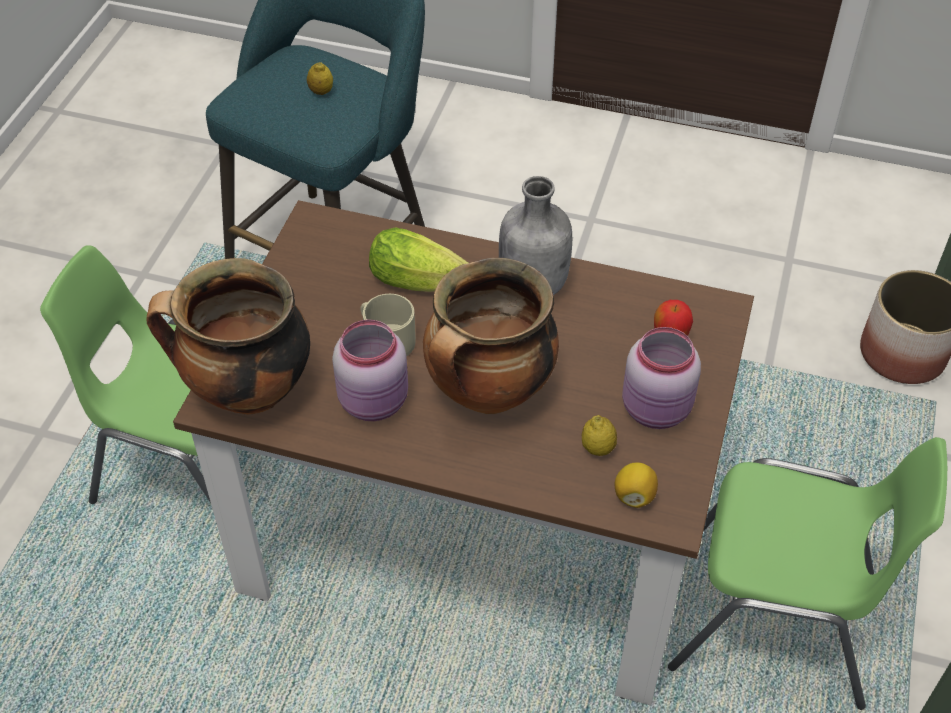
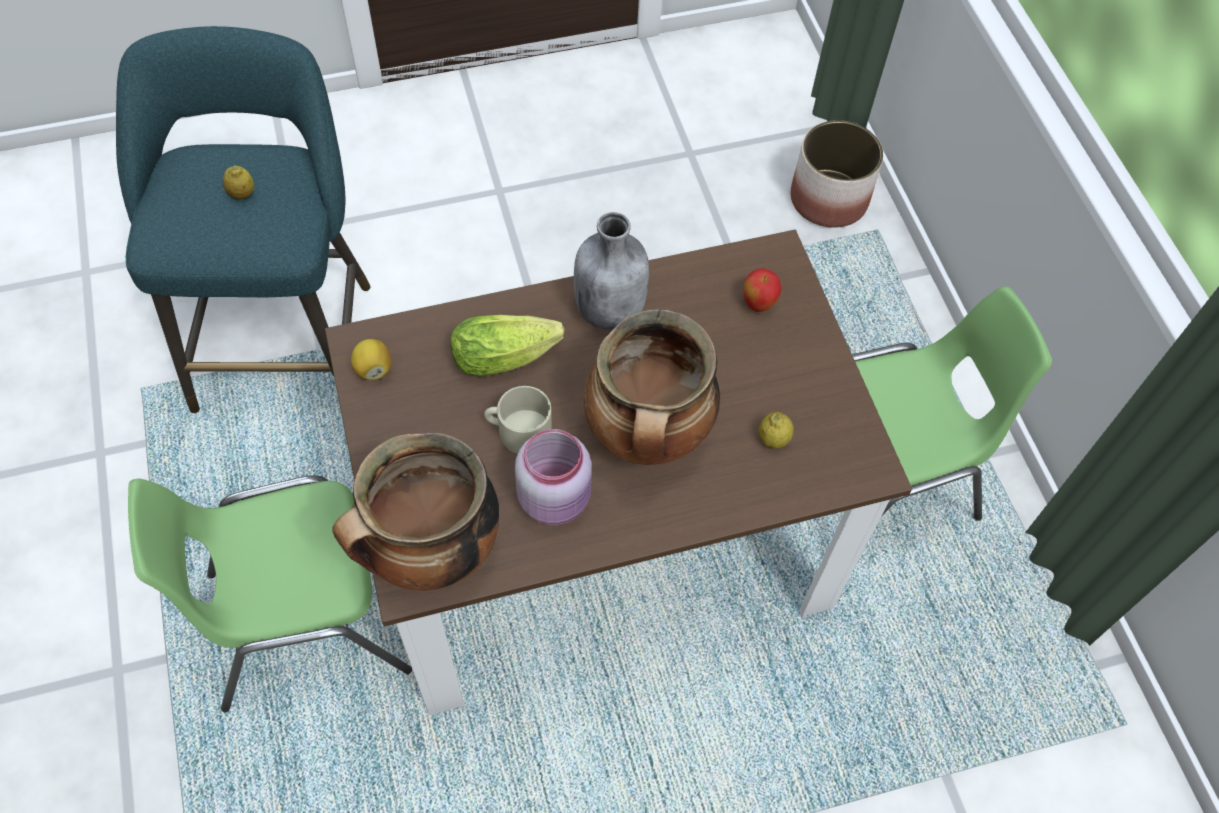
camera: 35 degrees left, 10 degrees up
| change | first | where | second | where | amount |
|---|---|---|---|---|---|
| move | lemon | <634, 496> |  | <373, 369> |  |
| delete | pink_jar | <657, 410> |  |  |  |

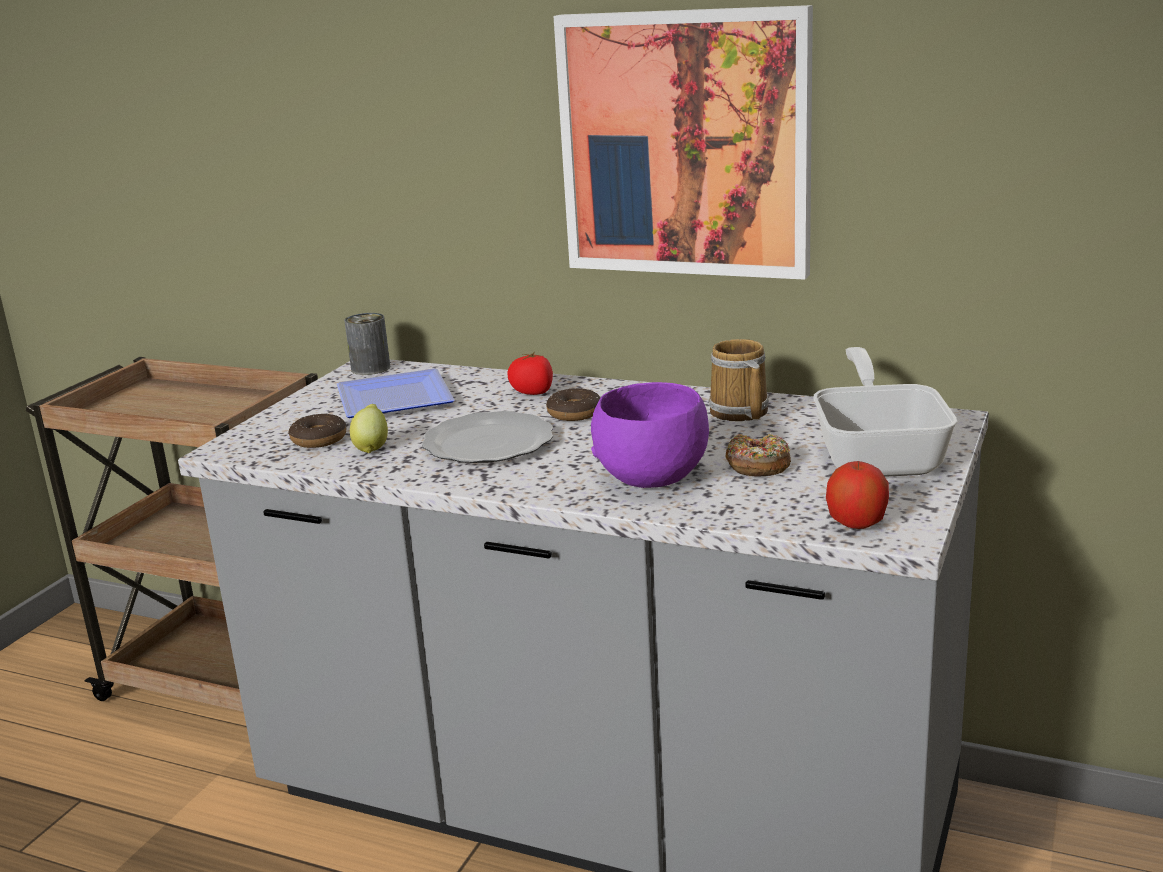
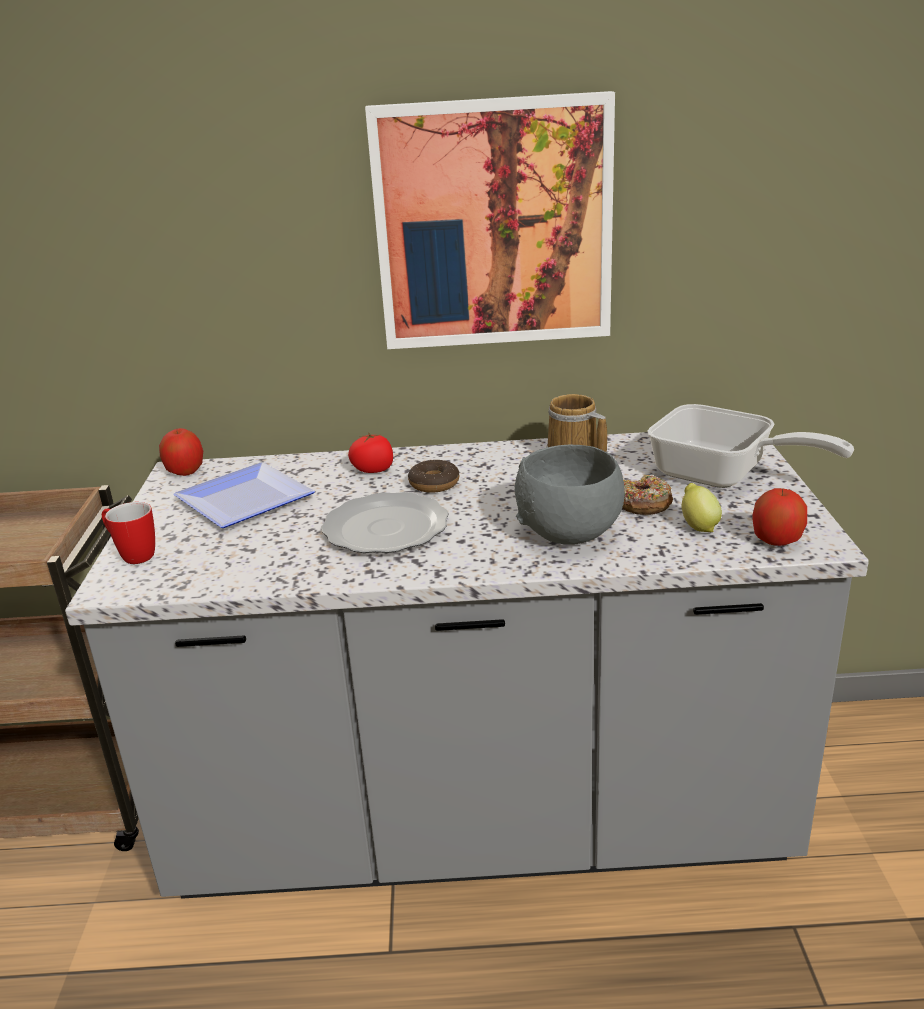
camera: 25 degrees left, 5 degrees up
| change | first | where | second | where | amount |
|---|---|---|---|---|---|
| delete | donut | <319, 439> |  |  |  |
| replace | can | <370, 368> | apple | <185, 472> |  |
| move | lemon | <372, 448> |  | <698, 526> |  |
| recolor | purple_bowl | <652, 478> | grey_bowl | <570, 533> |  |
| rotate | frying_pan | <879, 454> |  | <723, 476> | 150 degrees clockwise |
| insert |  |  | mug | <132, 555> |  |

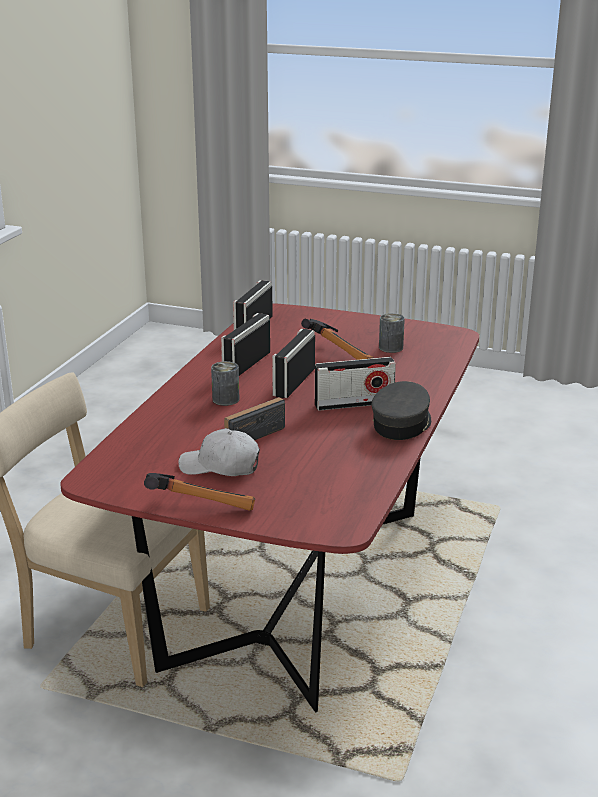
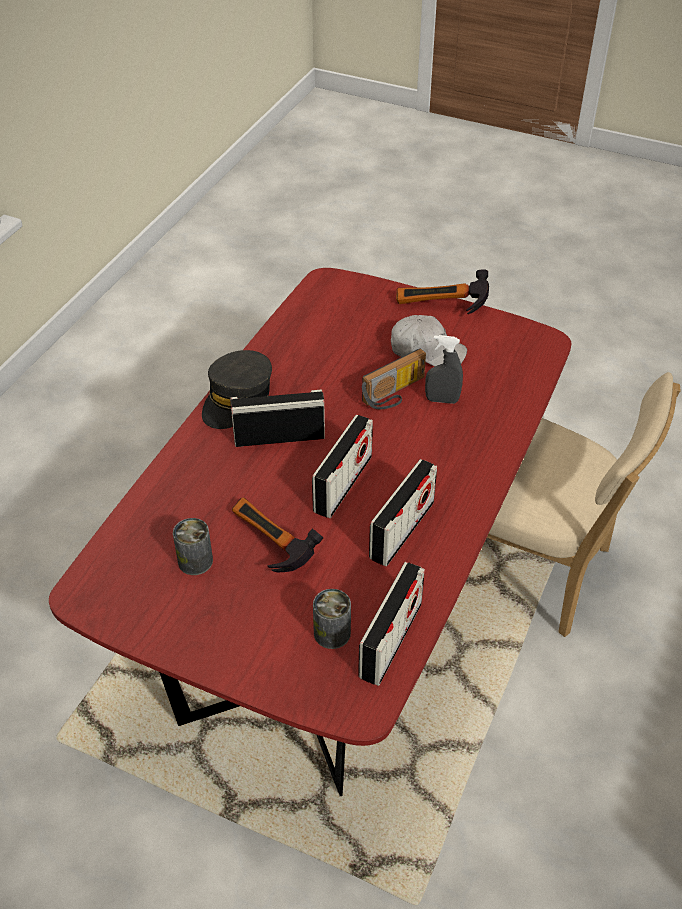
camera: 175 degrees left, 20 degrees up
| change | first | where | second | where | amount |
|---|---|---|---|---|---|
| move | can | <225, 399> |  | <332, 633> |  |
| insert |  |  | grey_spray_bottle | <442, 400> |  |

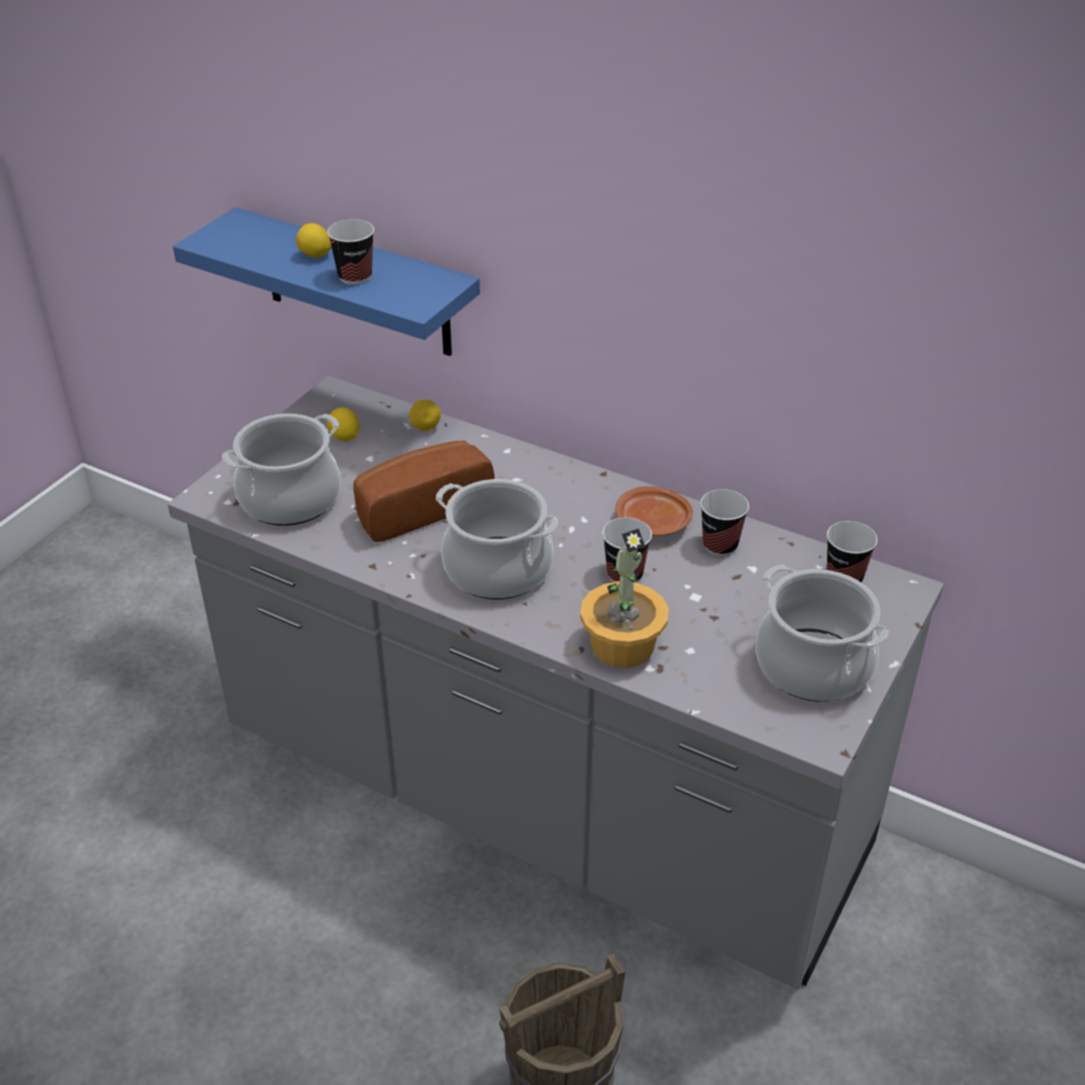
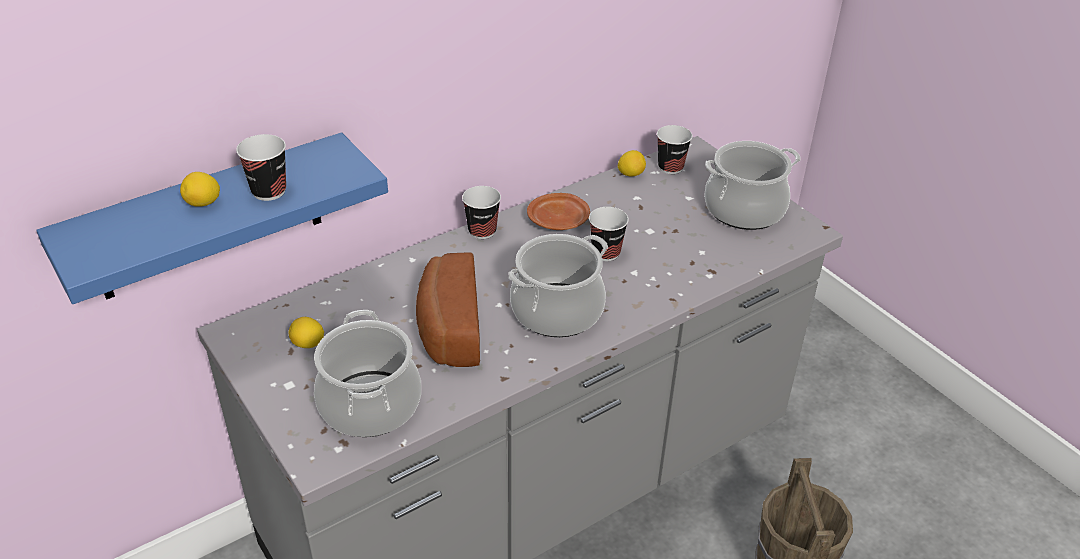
camera: 65 degrees left, 0 degrees up
| change | first | where | second | where | amount |
|---|---|---|---|---|---|
| move | lemon | <425, 427> |  | <631, 174> |  |
| delete | potted_plant | <622, 645> |  |  |  |
| move | cup | <720, 545> |  | <482, 231> |  |

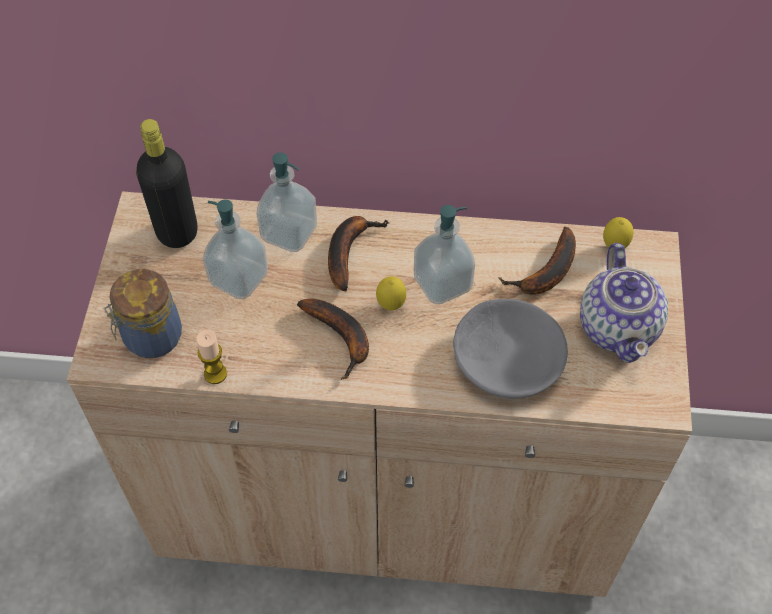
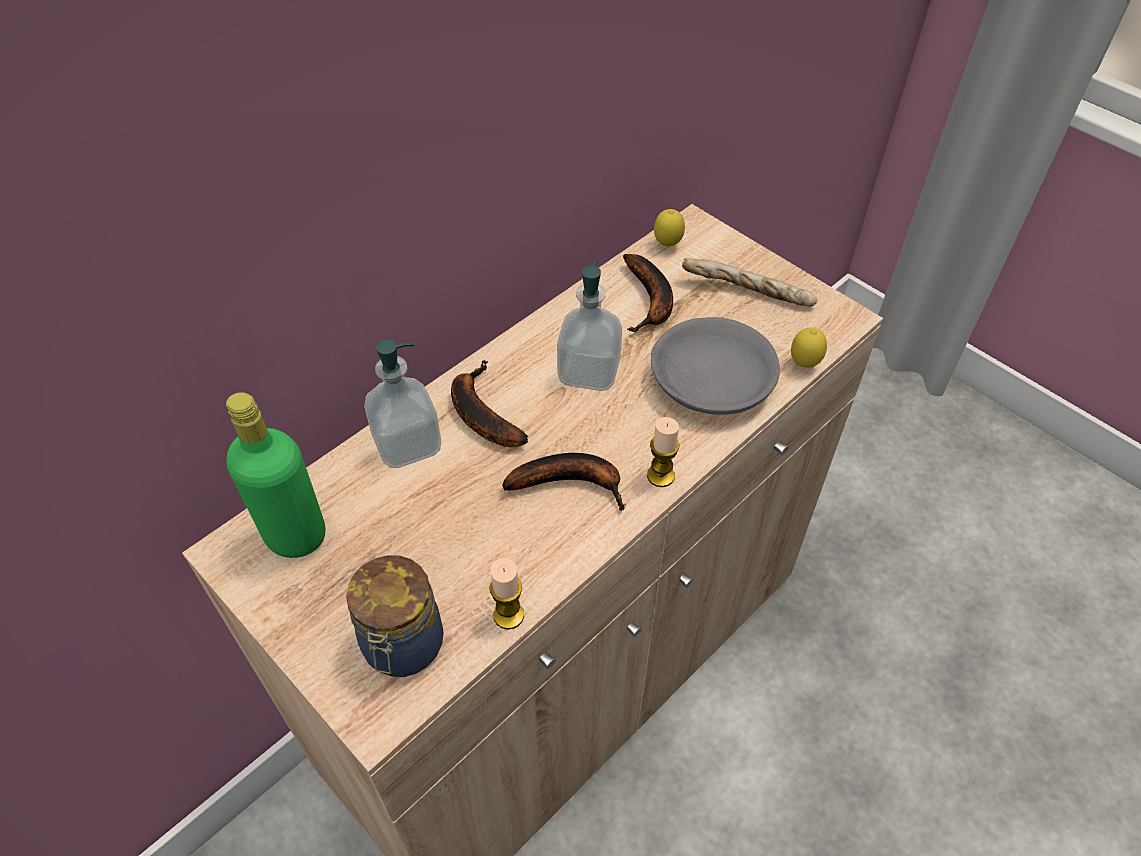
camera: 50 degrees left, 5 degrees down
| change | first | where | second | where | amount |
|---|---|---|---|---|---|
| recolor | black_bottle | <177, 232> | green_bottle | <296, 535> |  |
| delete | soap_dispenser | <239, 278> |  |  |  |
| move | lemon | <391, 305> |  | <804, 364> |  |
| replace | teapot | <618, 327> | bread | <747, 294> |  |
| insert |  |  | candle | <660, 476> |  |

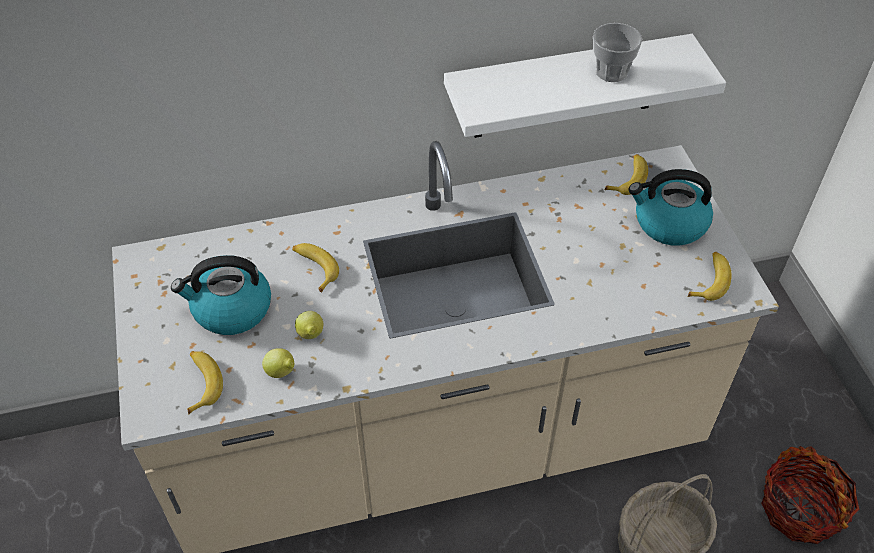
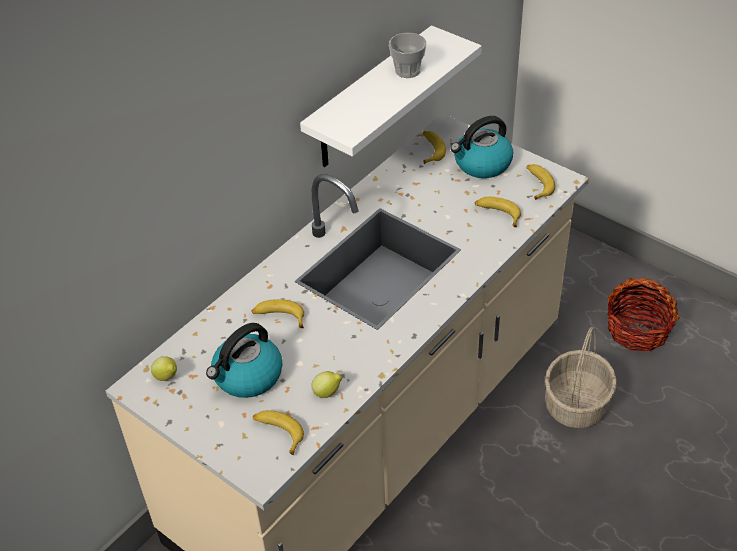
camera: 35 degrees left, 5 degrees down
| change | first | where | second | where | amount |
|---|---|---|---|---|---|
| move | lemon | <311, 335> |  | <167, 377> |  |
| insert |  |  | banana | <497, 214> |  |

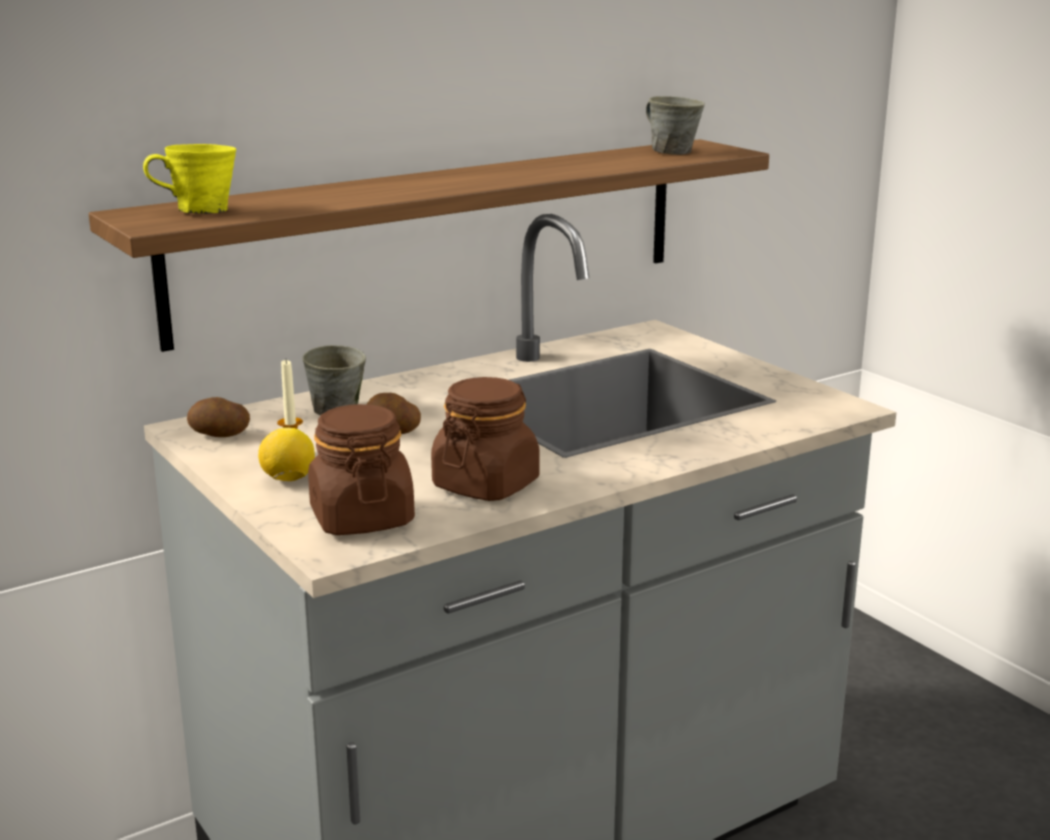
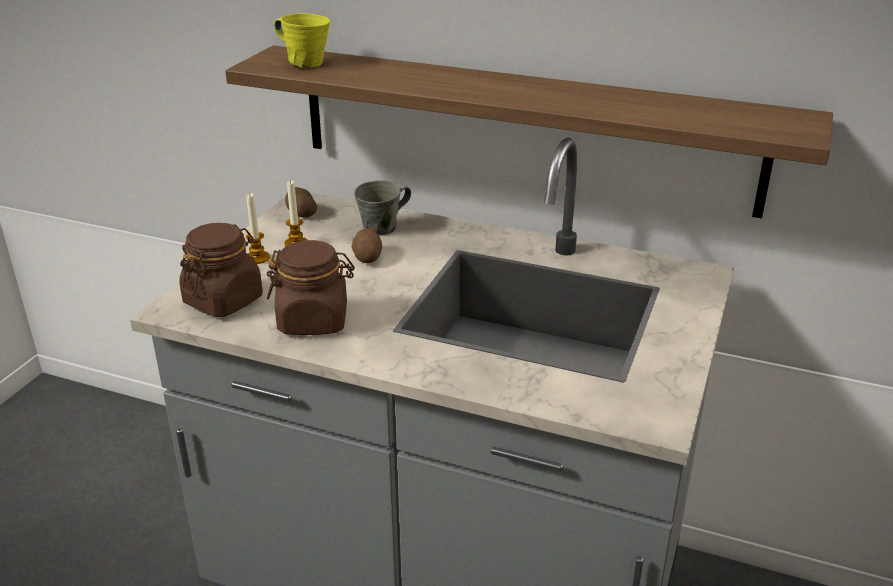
camera: 55 degrees right, 10 degrees up
| change | first | where | second | where | amount |
|---|---|---|---|---|---|
| replace | lemon | <288, 480> | candle | <257, 258> |  |
| delete | grey_mug | <670, 151> |  |  |  |

